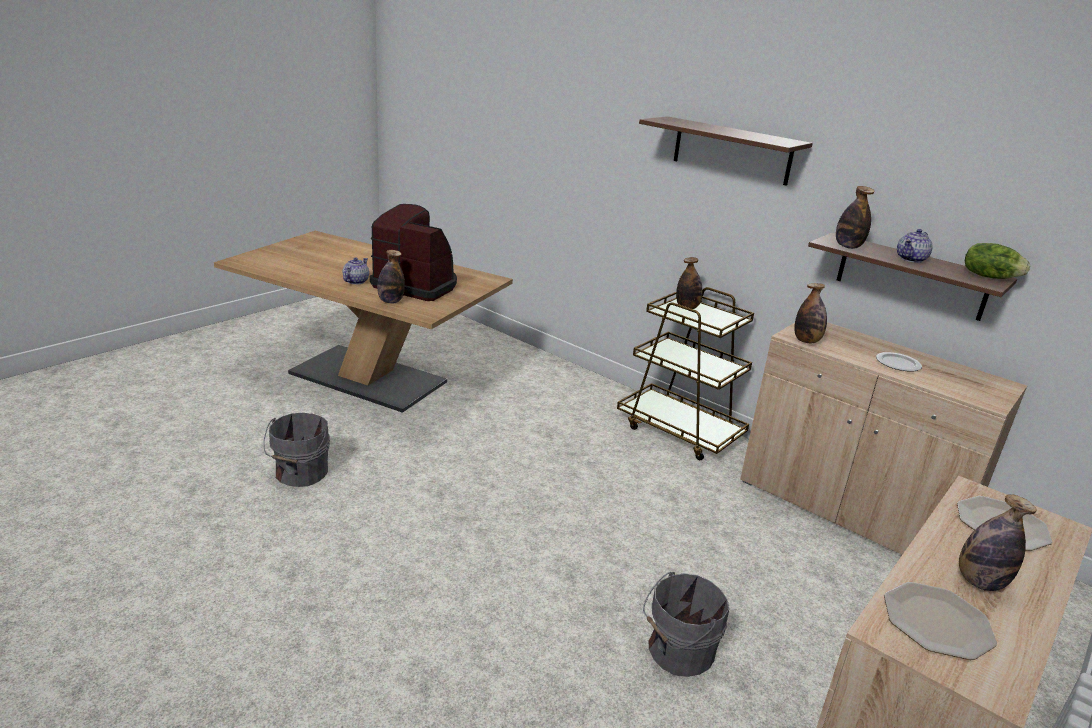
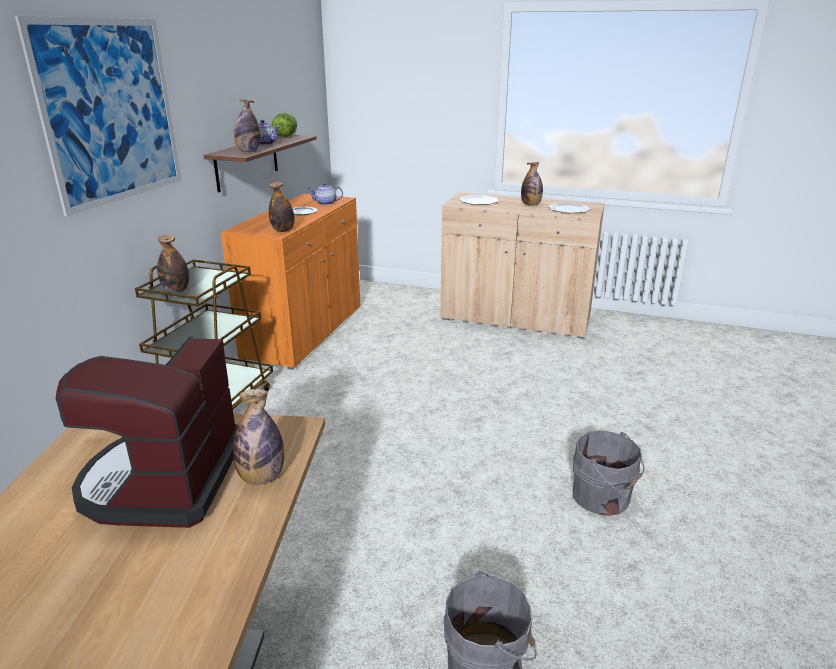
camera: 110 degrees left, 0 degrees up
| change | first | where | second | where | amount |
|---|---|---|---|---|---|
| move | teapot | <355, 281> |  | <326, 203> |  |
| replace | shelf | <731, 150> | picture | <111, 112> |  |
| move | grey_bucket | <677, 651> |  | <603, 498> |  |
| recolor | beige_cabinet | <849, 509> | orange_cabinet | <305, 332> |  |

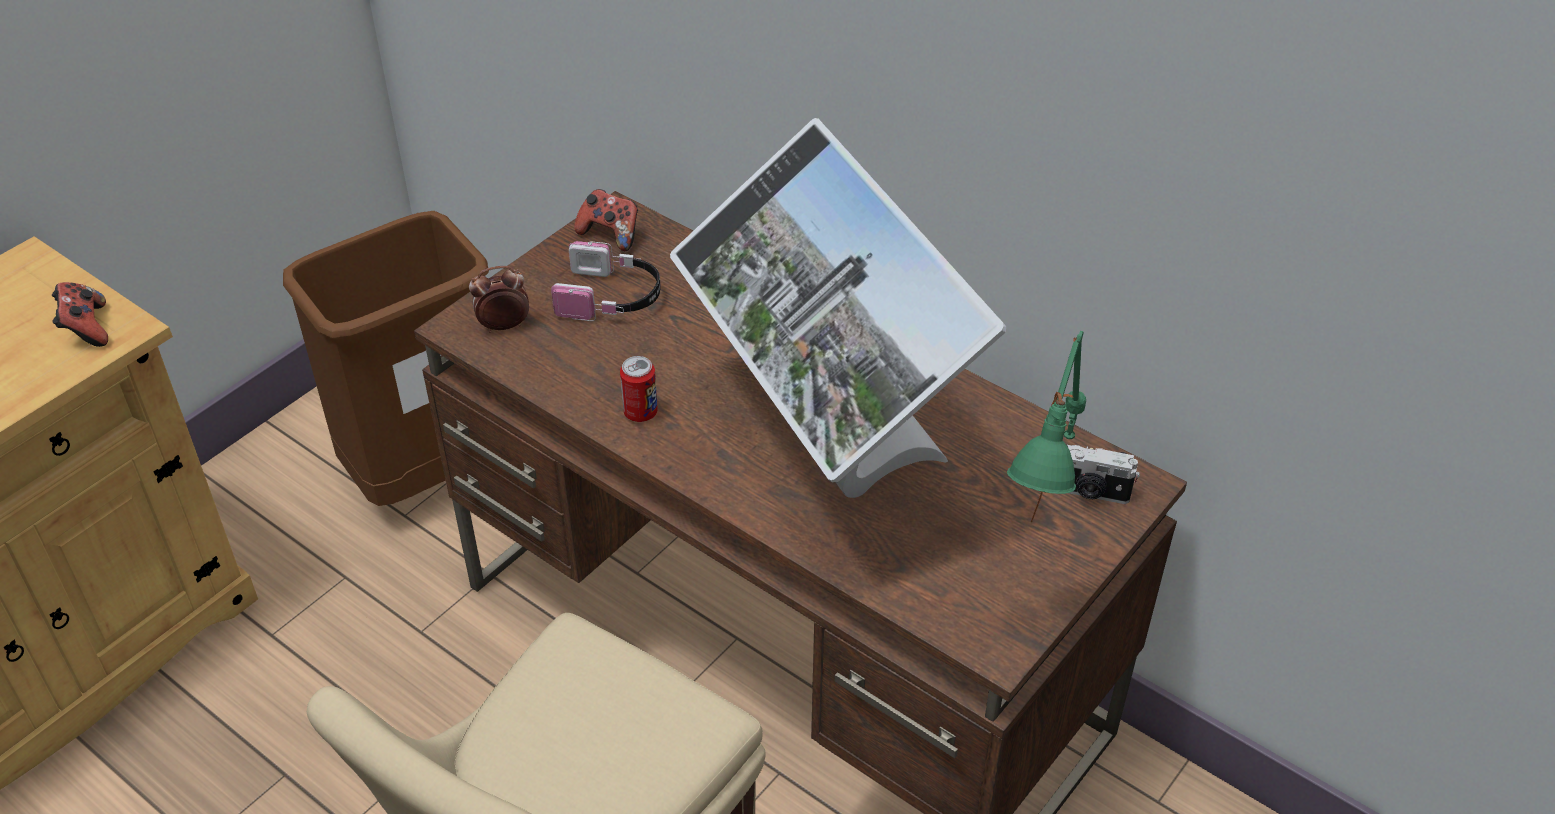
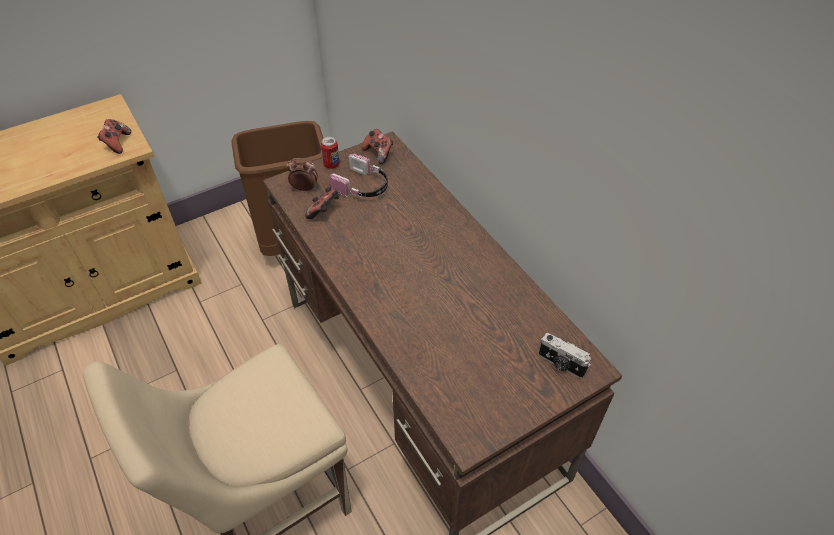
camera: 20 degrees right, 5 degrees up
| change | first | where | second | where | amount |
|---|---|---|---|---|---|
| move | can | <640, 413> |  | <331, 165> |  |
| delete | monitor | <827, 452> |  |  |  |
| delete | green_table_lamp | <1036, 573> |  |  |  |
| insert |  |  | game_controller | <324, 211> |  |

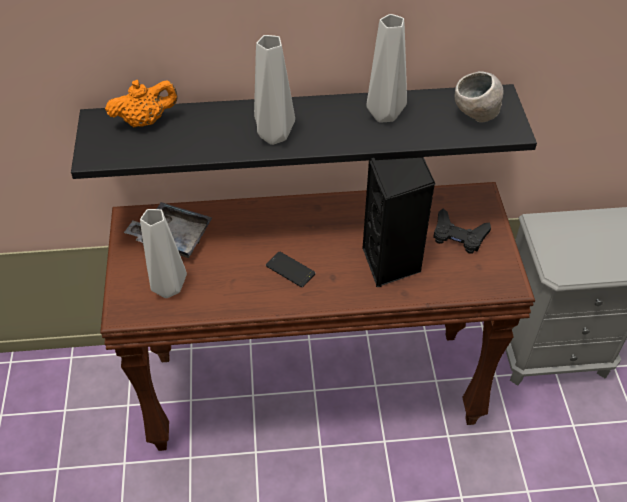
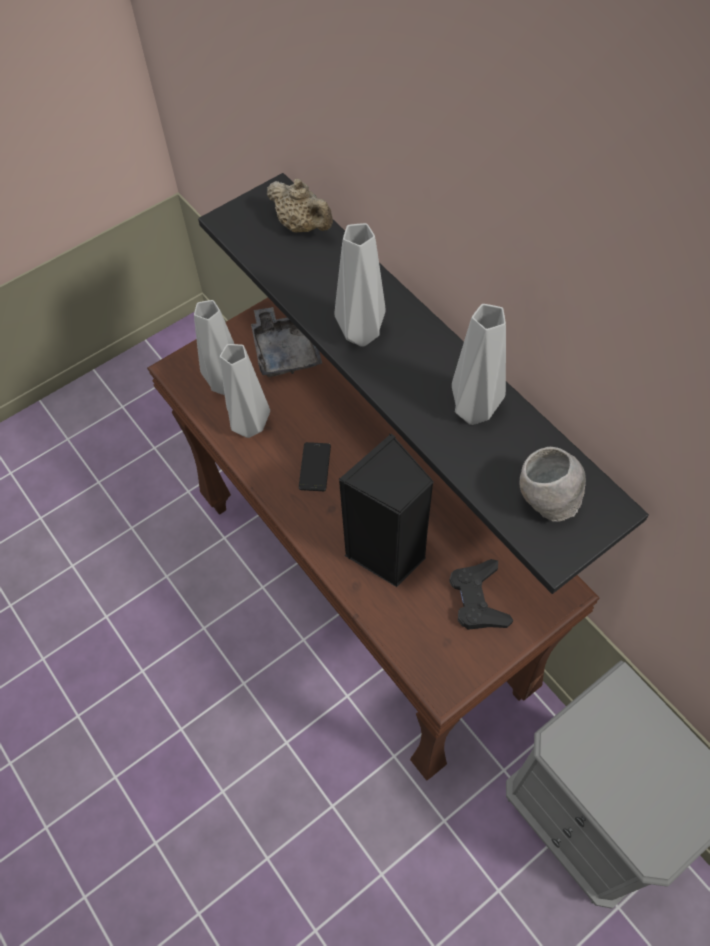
camera: 60 degrees right, 10 degrees up
| change | first | where | second | where | amount |
|---|---|---|---|---|---|
| recolor | orange_teapot | <145, 121> | beige_teapot | <302, 226> |  |
| insert |  |  | grey_vase | <250, 424> |  |

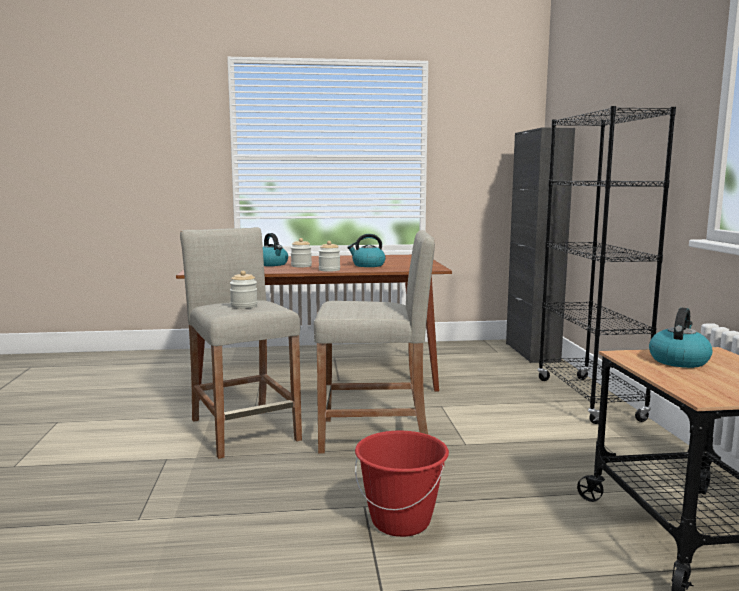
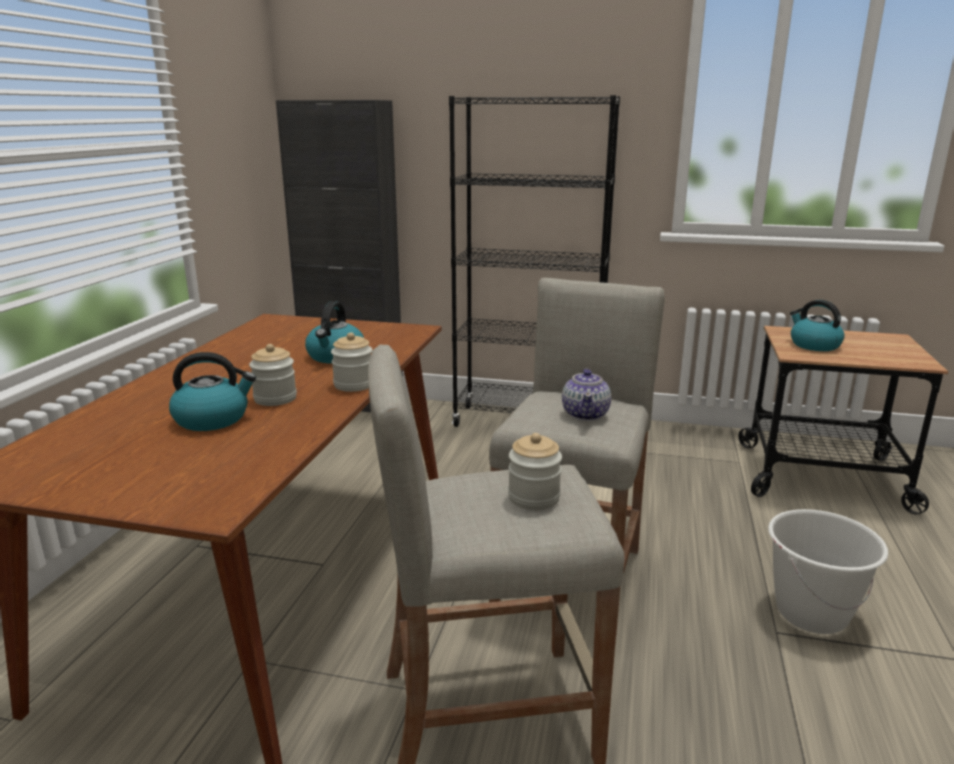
camera: 70 degrees left, 10 degrees up
| change | first | where | second | where | amount |
|---|---|---|---|---|---|
| recolor | red_bucket | <401, 521> | white_bucket | <811, 612> |  |
| insert |  |  | teapot | <586, 414> |  |

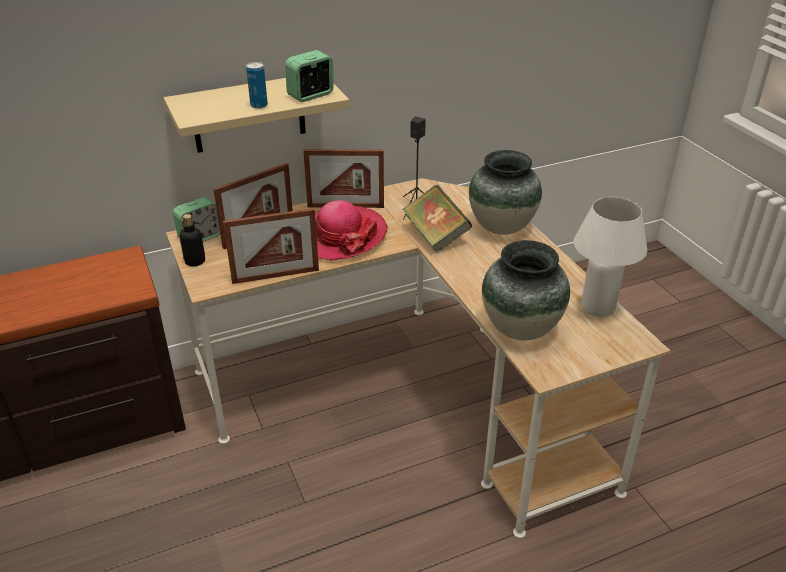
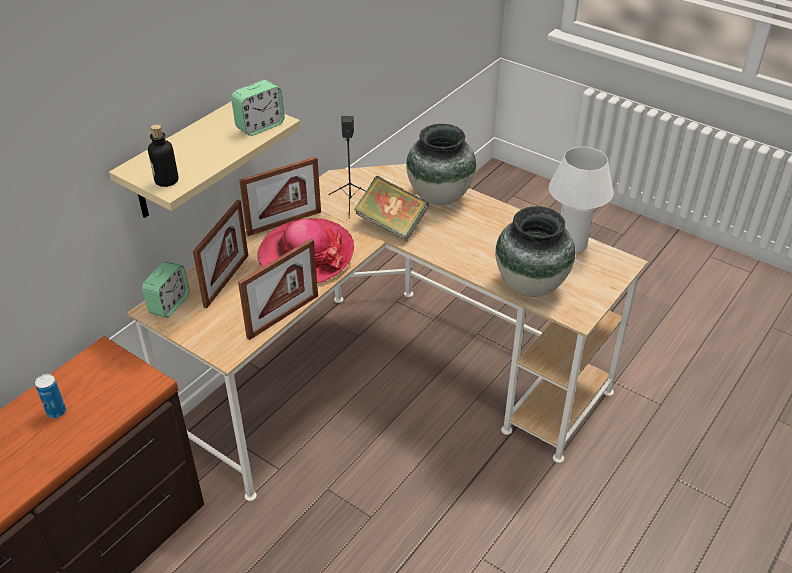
camera: 30 degrees left, 5 degrees up
| change | first | where | second | where | amount |
|---|---|---|---|---|---|
| move | bottle | <195, 261> |  | <166, 180> |  |
| move | can | <259, 105> |  | <56, 412> |  |
| rotate | alarm_clock | <311, 95> |  | <260, 126> | 150 degrees counterclockwise |

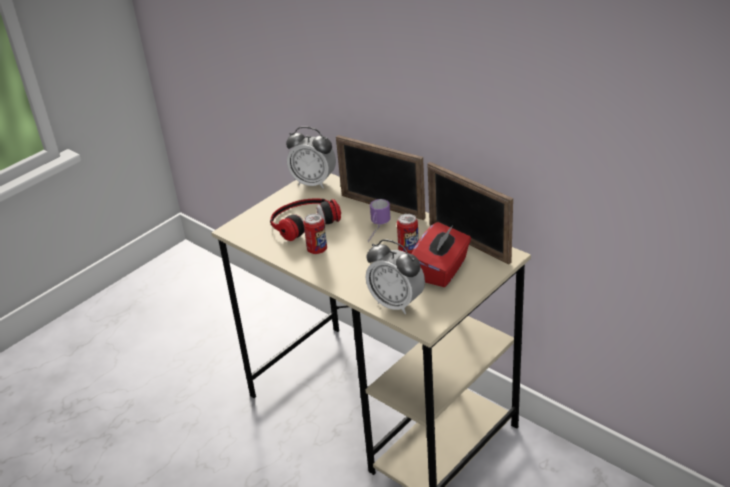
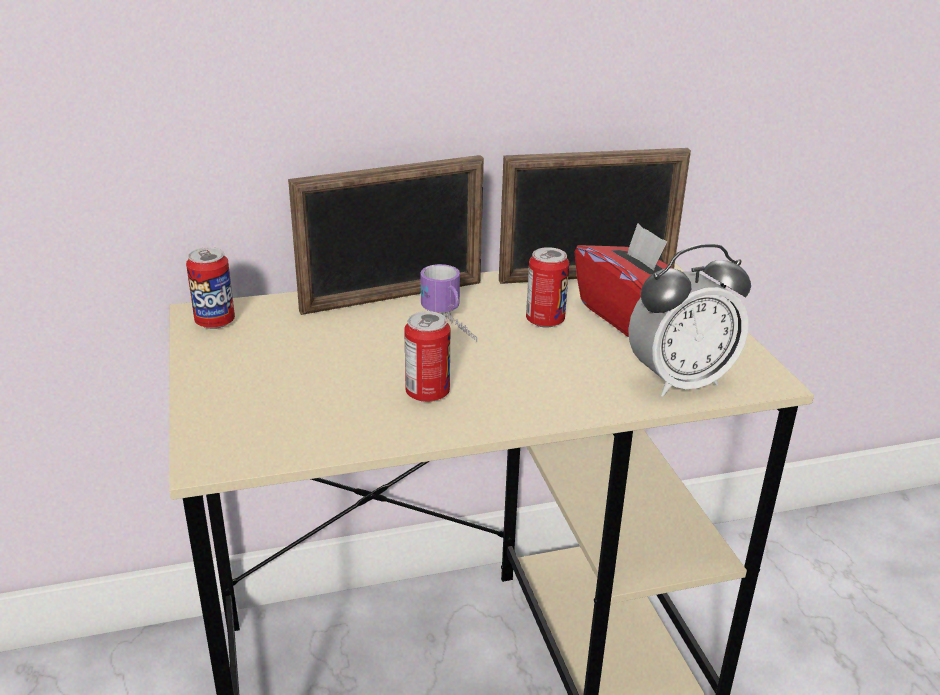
camera: 60 degrees left, 5 degrees down
| change | first | where | second | where | amount |
|---|---|---|---|---|---|
| delete | headphones | <303, 221> |  |  |  |
| replace | alarm_clock | <314, 182> | can | <215, 322> |  |

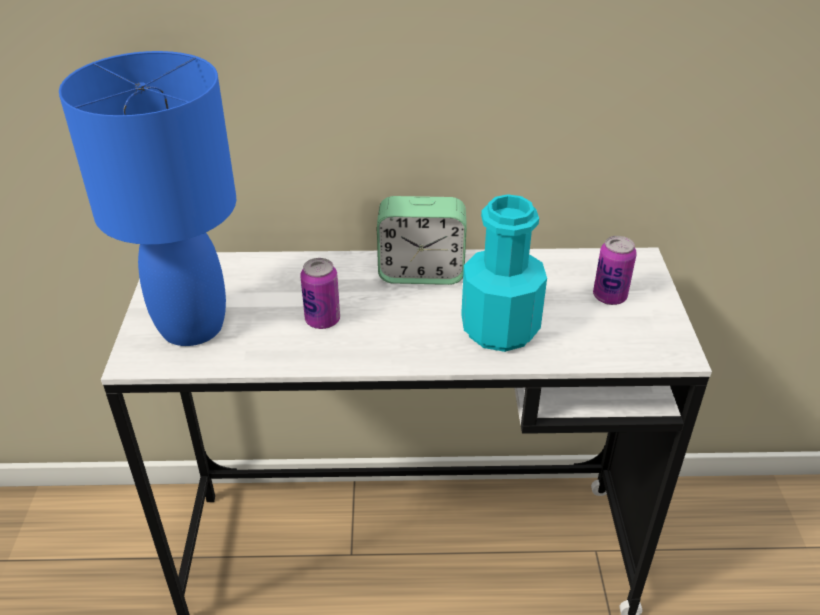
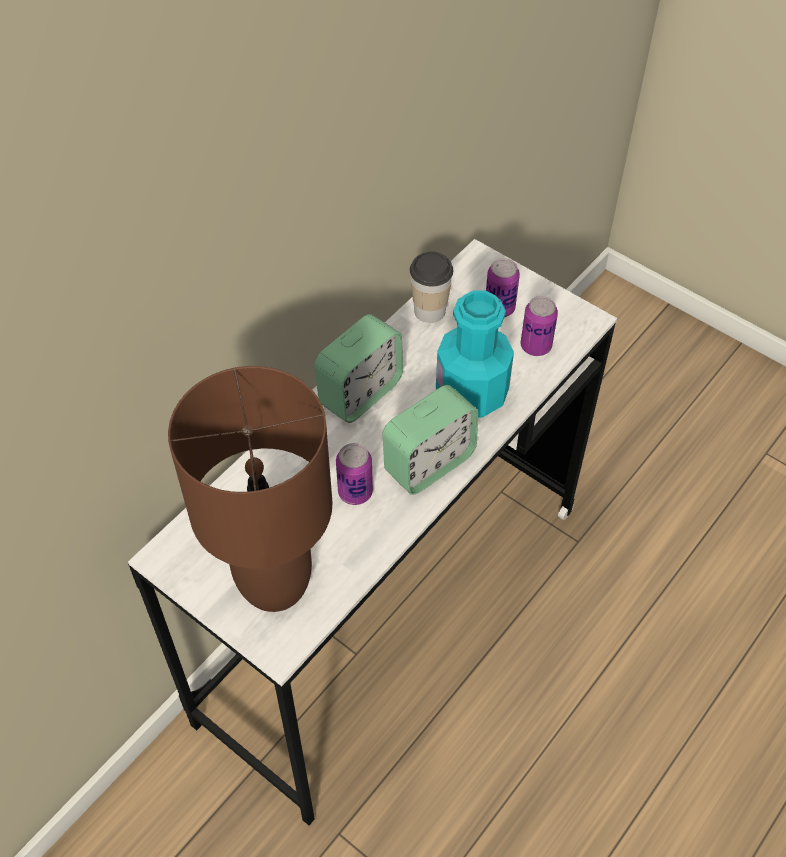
camera: 50 degrees left, 15 degrees up
| change | first | where | second | where | amount |
|---|---|---|---|---|---|
| recolor | blue_table_lamp | <192, 325> | brown_table_lamp | <273, 583> |  |
| insert |  |  | alarm_clock | <429, 463> |  |
| insert |  |  | cup | <429, 310> |  |
| insert |  |  | can | <536, 346> |  |

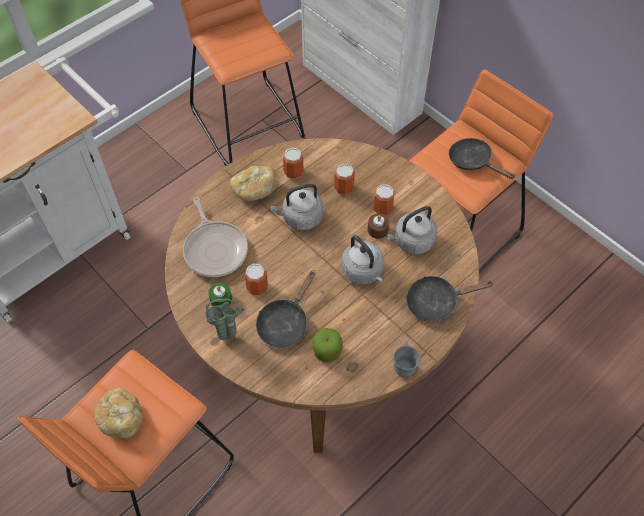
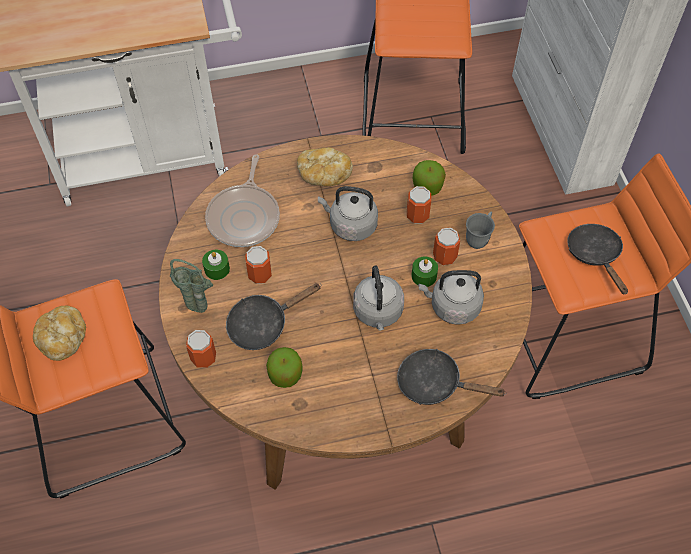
camera: 30 degrees right, 0 degrees up
| change | first | where | second | where | amount |
|---|---|---|---|---|---|
| move | can | <293, 172> |  | <203, 358> |  |
| recolor | brown_candle | <377, 230> | green_candle | <424, 276> |  |
| move | grey_mug | <404, 365> |  | <479, 238> |  |
| insert |  |  | apple | <427, 186> |  |

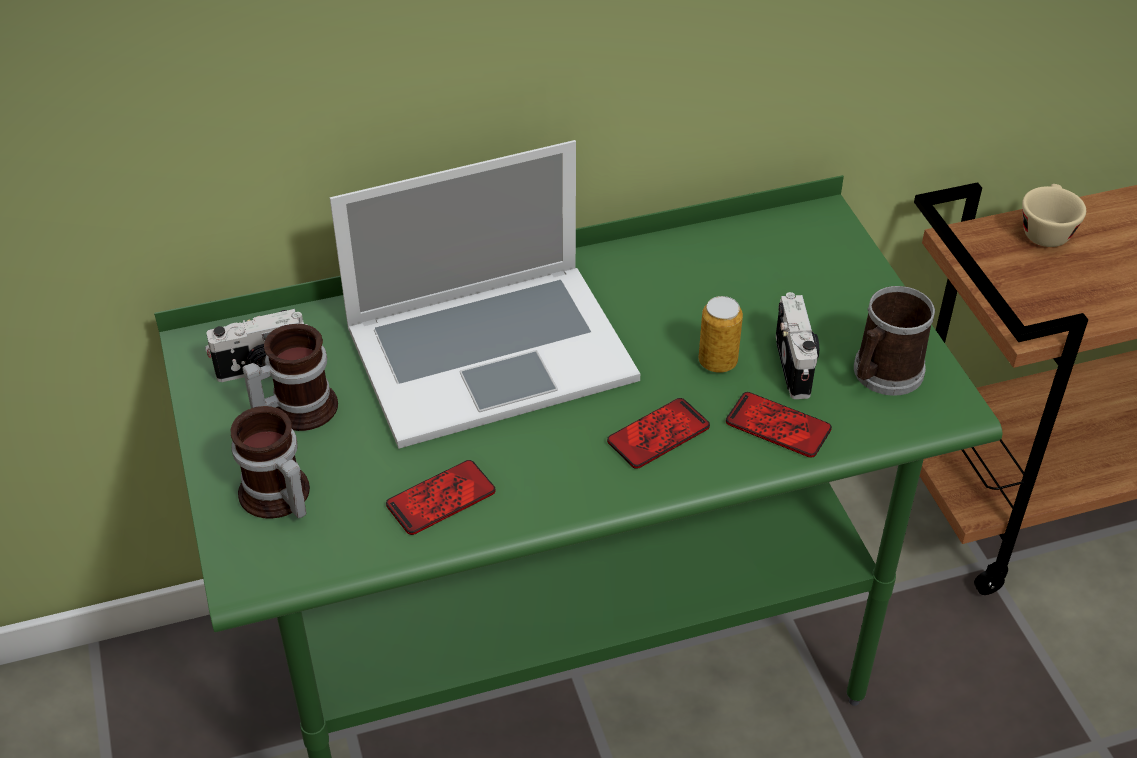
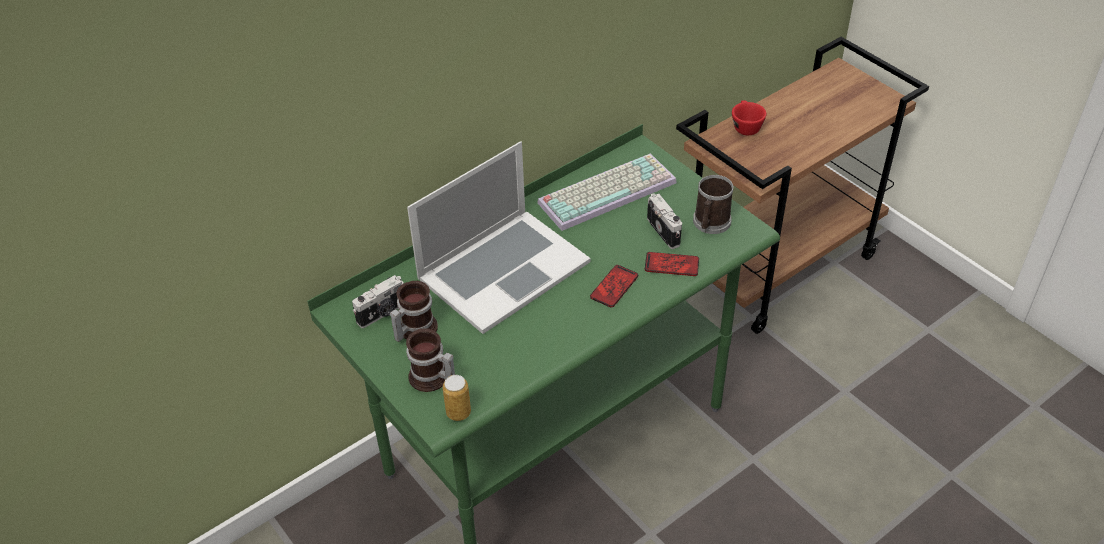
camera: 20 degrees left, 0 degrees up
| change | first | where | second | where | amount |
|---|---|---|---|---|---|
| delete | phone | <441, 498> |  |  |  |
| move | can | <717, 362> |  | <458, 412> |  |
| recolor | beige_cup | <1045, 230> | red_cup | <745, 126> |  |
| insert |  |  | keyboard | <607, 190> |  |

